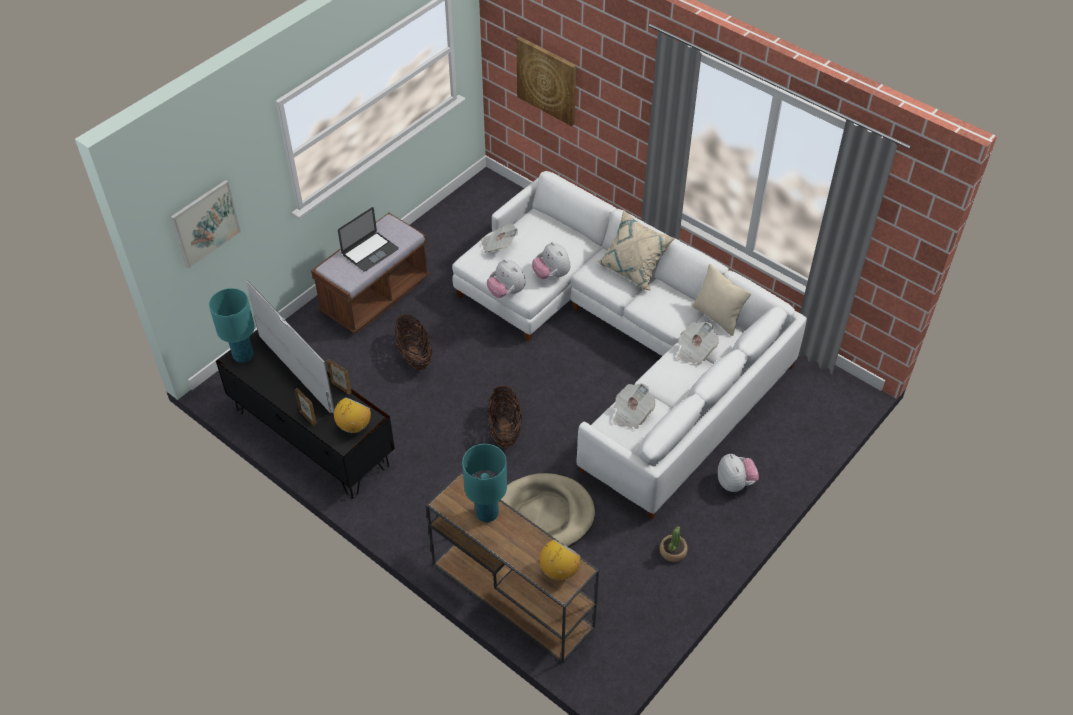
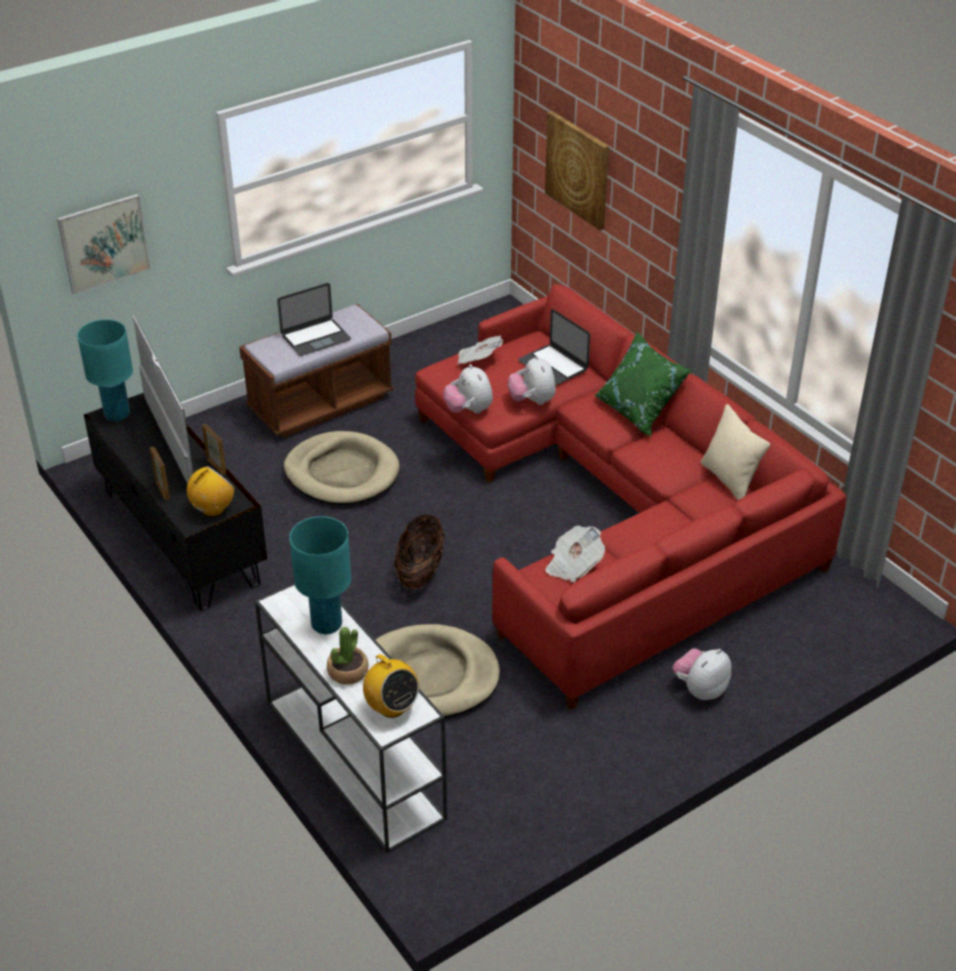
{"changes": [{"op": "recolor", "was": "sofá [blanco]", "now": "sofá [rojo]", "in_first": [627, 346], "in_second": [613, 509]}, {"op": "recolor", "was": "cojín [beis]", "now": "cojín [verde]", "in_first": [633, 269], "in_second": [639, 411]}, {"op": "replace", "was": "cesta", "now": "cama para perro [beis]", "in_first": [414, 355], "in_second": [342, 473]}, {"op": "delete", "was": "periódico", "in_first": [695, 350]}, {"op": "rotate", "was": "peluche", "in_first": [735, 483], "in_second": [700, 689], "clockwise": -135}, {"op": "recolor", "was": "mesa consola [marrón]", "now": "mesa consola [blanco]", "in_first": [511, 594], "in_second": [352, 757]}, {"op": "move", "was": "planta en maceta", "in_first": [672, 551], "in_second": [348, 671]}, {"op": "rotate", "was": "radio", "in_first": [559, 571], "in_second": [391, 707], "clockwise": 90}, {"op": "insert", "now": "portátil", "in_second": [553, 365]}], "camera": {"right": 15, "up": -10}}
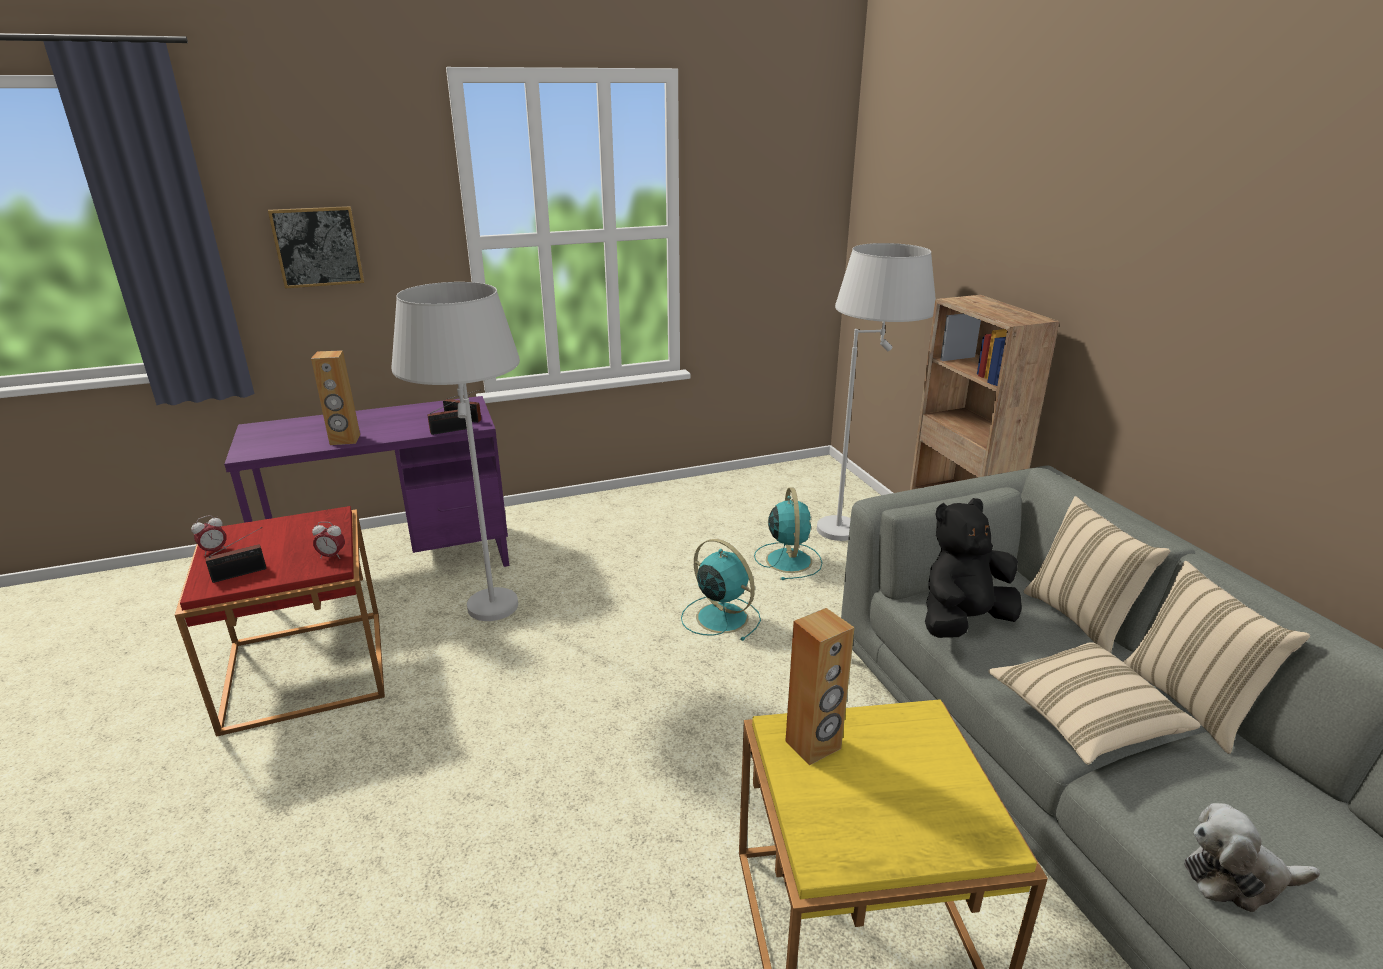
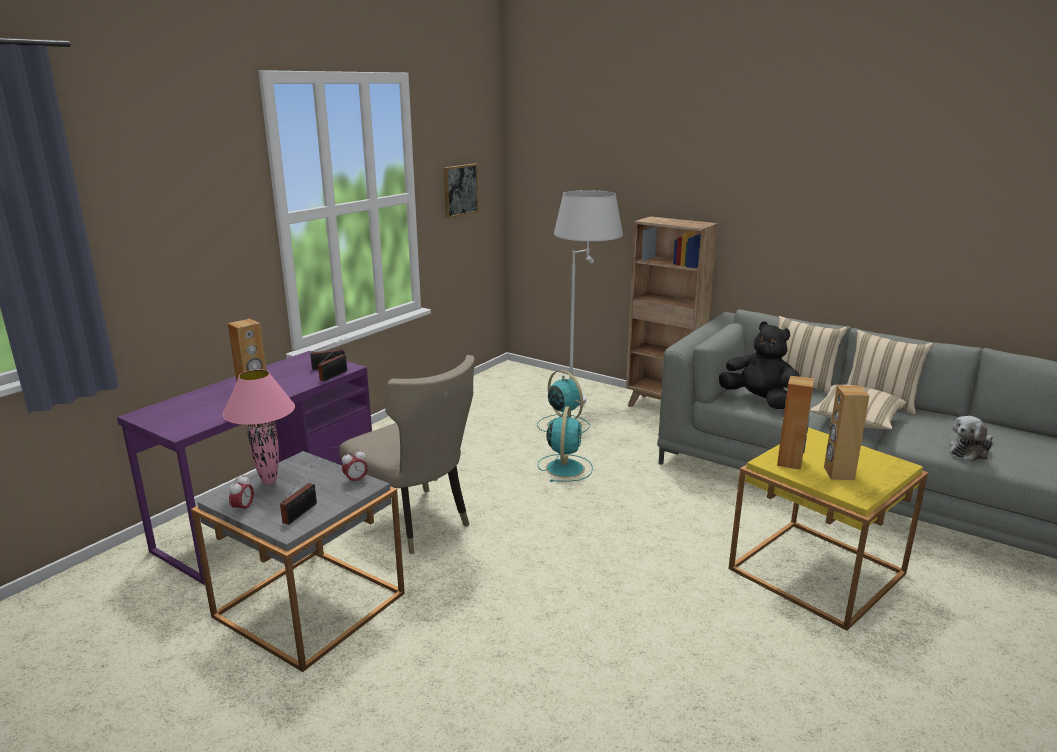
{"changes": [{"op": "move", "was": "cuadro", "in_first": [317, 247], "in_second": [460, 190]}, {"op": "replace", "was": "lámpara de pie [blanco]", "now": "silla [beis]", "in_first": [491, 623], "in_second": [416, 524]}, {"op": "rotate", "was": "peluche [negro]", "in_first": [962, 622], "in_second": [758, 400], "clockwise": 105}, {"op": "recolor", "was": "mesa auxiliar [rojo]", "now": "mesa auxiliar [gris]", "in_first": [305, 669], "in_second": [310, 605]}, {"op": "rotate", "was": "ventilador [turquesa]", "in_first": [720, 617], "in_second": [565, 467], "clockwise": 90}, {"op": "insert", "now": "lámpara de mesa [rosa]", "in_second": [269, 481]}, {"op": "insert", "now": "altavoz [marrón]", "in_second": [838, 473]}], "camera": {"right": -35, "up": -5}}
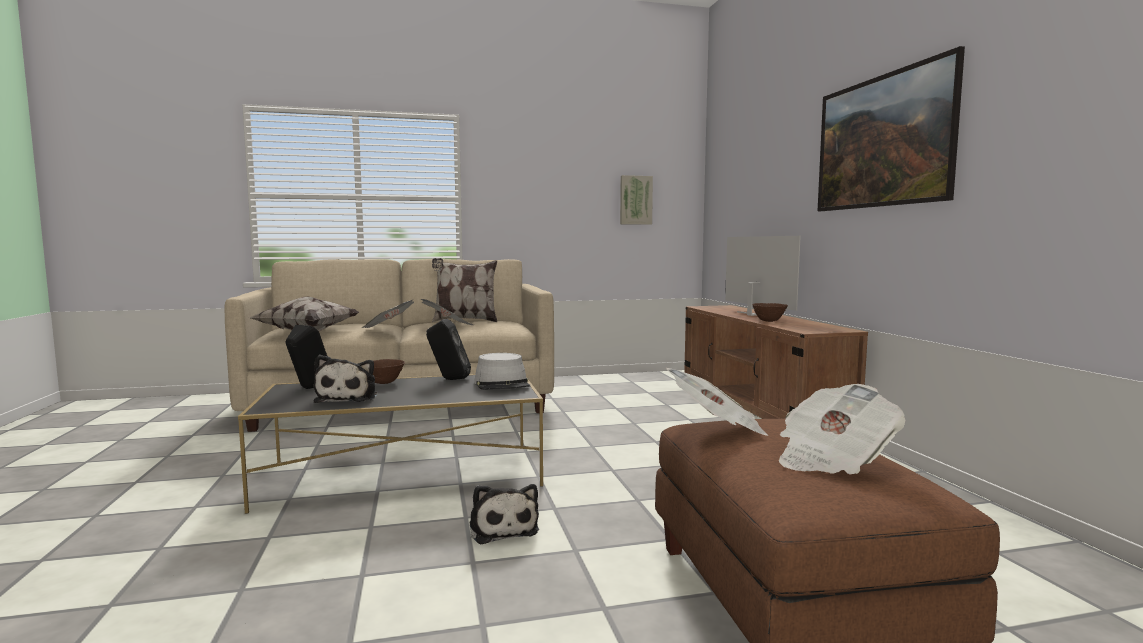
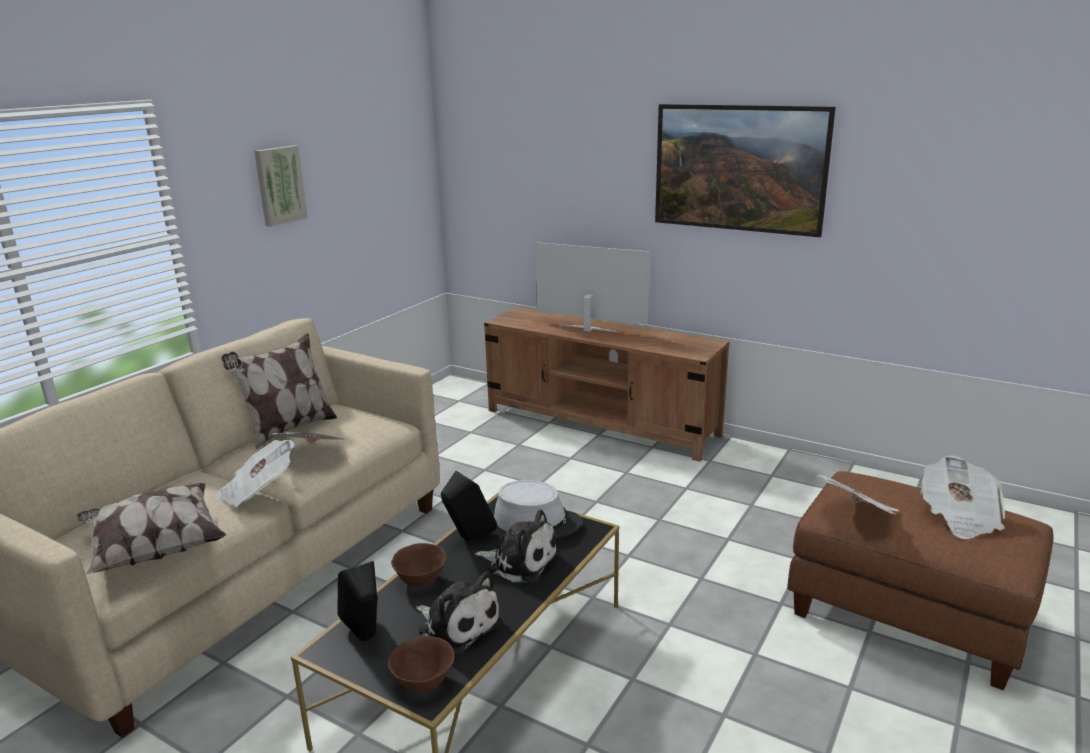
{"changes": [{"op": "move", "was": "cuadro", "in_first": [635, 200], "in_second": [279, 185]}, {"op": "move", "was": "cuenco [marrón]", "in_first": [769, 321], "in_second": [424, 683]}, {"op": "move", "was": "peluche", "in_first": [502, 528], "in_second": [520, 561]}], "camera": {"right": -45, "up": 15}}
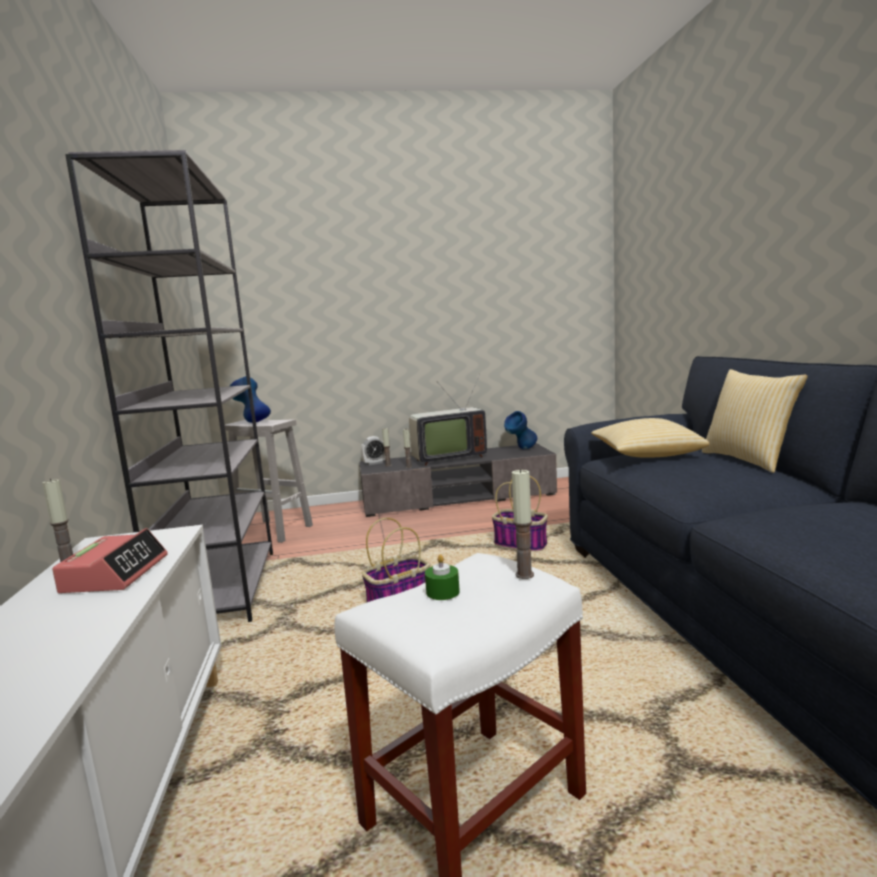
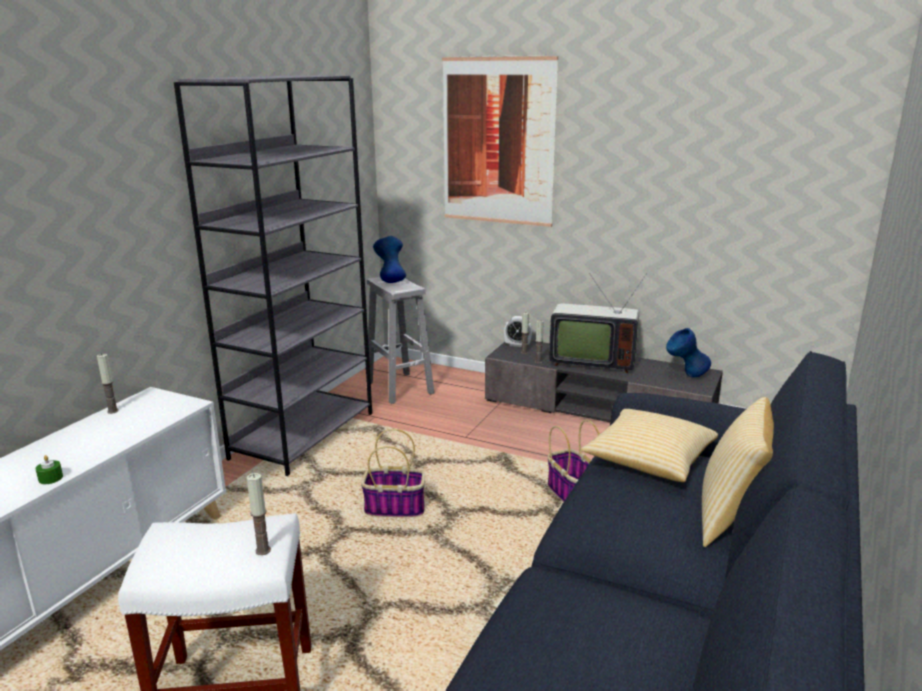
{"changes": [{"op": "delete", "was": "despertador", "in_first": [115, 574]}, {"op": "move", "was": "vela [verde]", "in_first": [442, 592], "in_second": [50, 478]}, {"op": "insert", "now": "cuadro", "in_second": [498, 141]}], "camera": {"right": 35, "up": 10}}
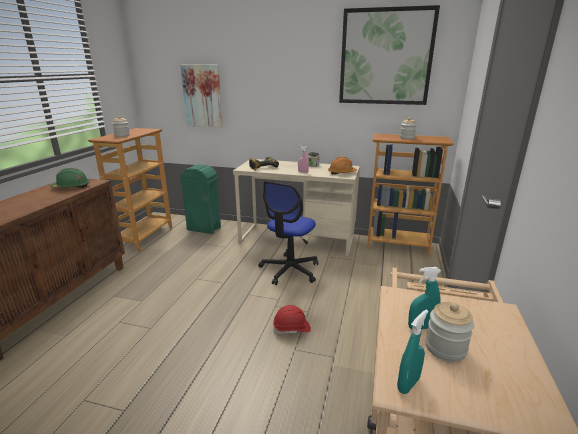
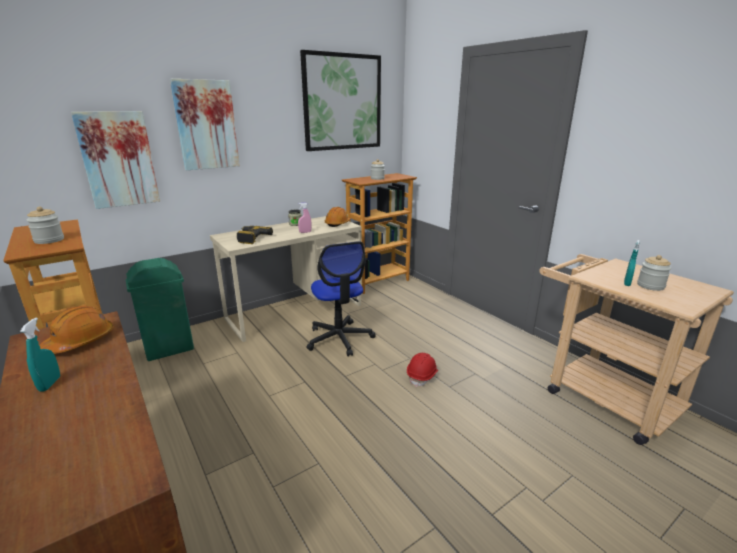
{"changes": [{"op": "recolor", "was": "casco [verde]", "now": "casco [naranja]", "in_first": [72, 187], "in_second": [80, 341]}, {"op": "move", "was": "pulverizador [turquesa]", "in_first": [408, 384], "in_second": [50, 384]}, {"op": "insert", "now": "cuadro", "in_second": [206, 125]}], "camera": {"right": -50, "up": 0}}
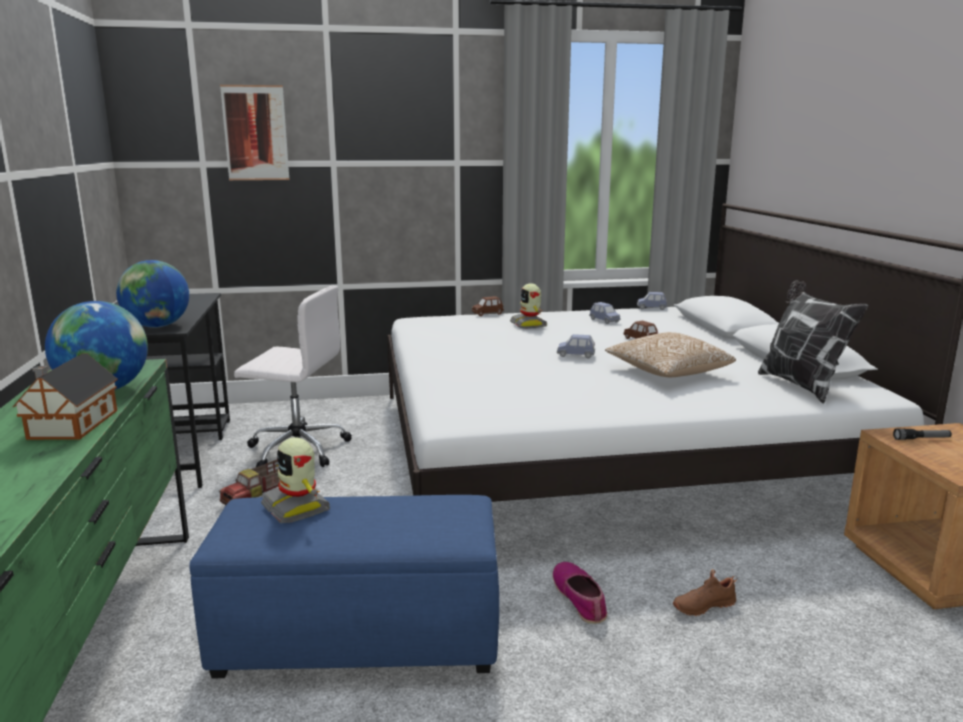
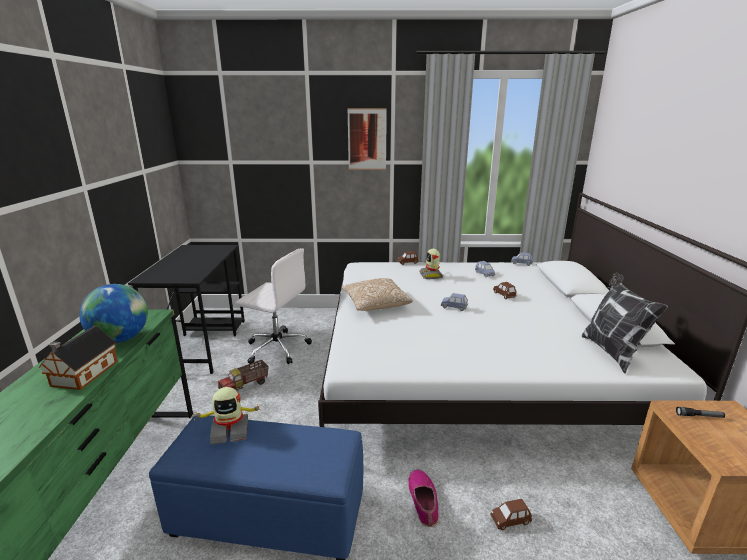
{"changes": [{"op": "move", "was": "cuadro", "in_first": [255, 133], "in_second": [367, 139]}, {"op": "delete", "was": "globo terráqueo", "in_first": [157, 326]}, {"op": "move", "was": "cojín", "in_first": [667, 373], "in_second": [375, 304]}, {"op": "rotate", "was": "robot de juguete", "in_first": [297, 508], "in_second": [230, 430], "clockwise": -75}, {"op": "replace", "was": "zapato [marrón]", "now": "coche de juguete [marrón]", "in_first": [703, 605], "in_second": [510, 520]}], "camera": {"right": 10, "up": 5}}
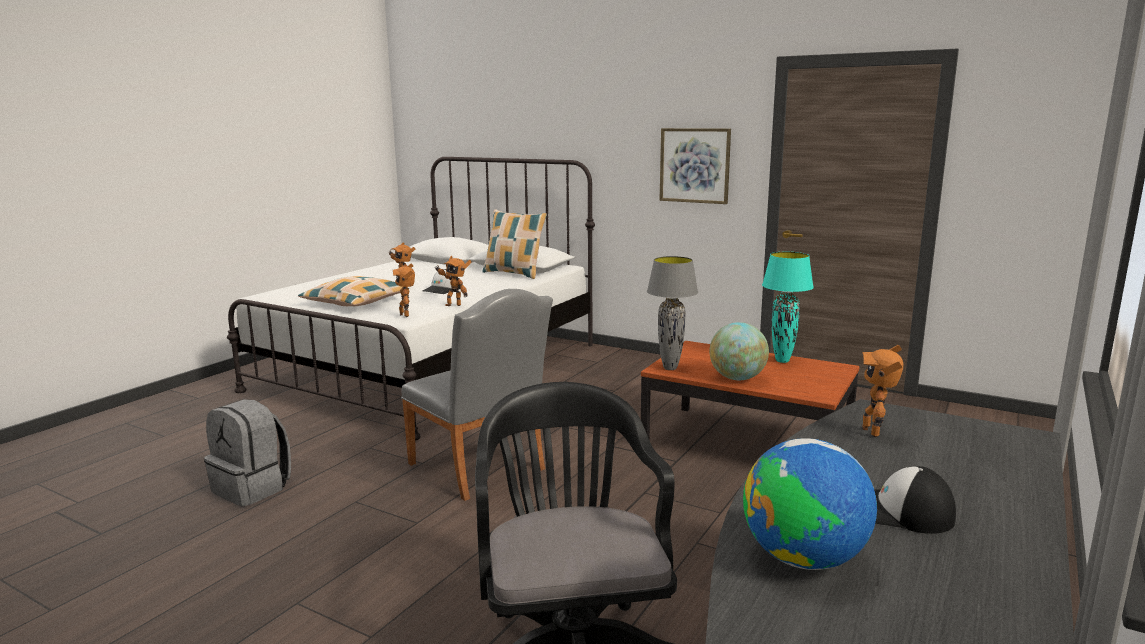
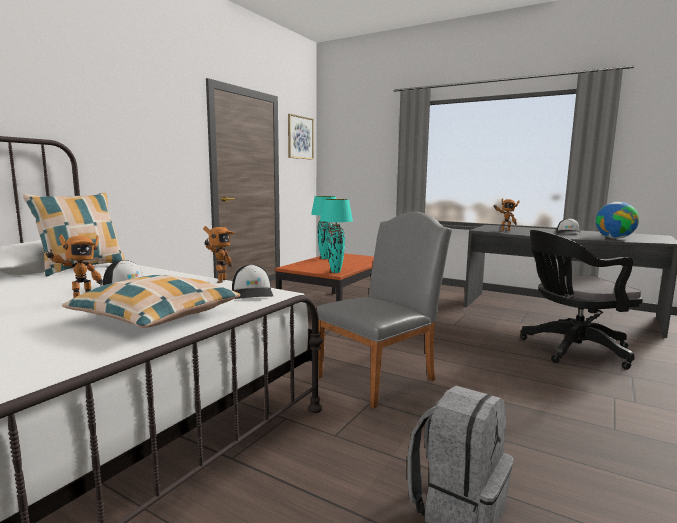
{"changes": [{"op": "move", "was": "cuadro", "in_first": [694, 165], "in_second": [300, 137]}, {"op": "recolor", "was": "lámpara de mesa [gris]", "now": "lámpara de mesa [turquesa]", "in_first": [670, 368], "in_second": [335, 272]}, {"op": "replace", "was": "robot de juguete", "now": "gorra", "in_first": [406, 315], "in_second": [253, 293]}, {"op": "delete", "was": "globo terráqueo", "in_first": [737, 378]}], "camera": {"right": -90, "up": -5}}
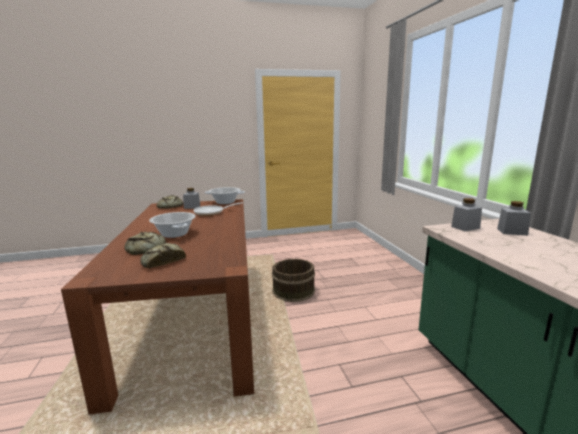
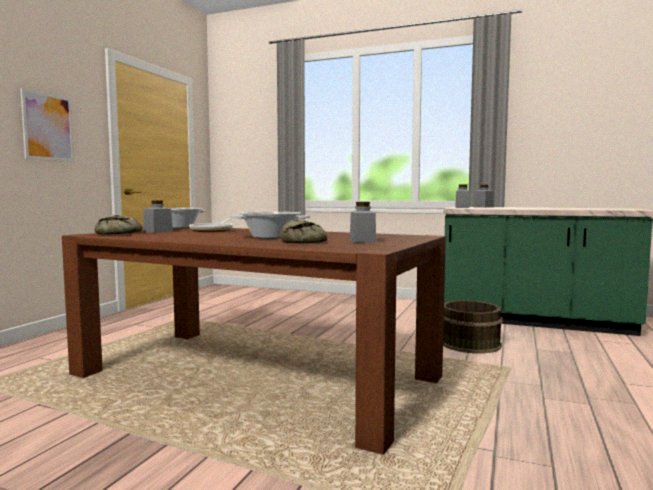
{"changes": [{"op": "replace", "was": "pan", "now": "tarro [gris]", "in_first": [162, 261], "in_second": [362, 241]}, {"op": "move", "was": "cubo [marrón]", "in_first": [293, 291], "in_second": [469, 343]}, {"op": "insert", "now": "cuadro", "in_second": [48, 127]}], "camera": {"right": -55, "up": -10}}
